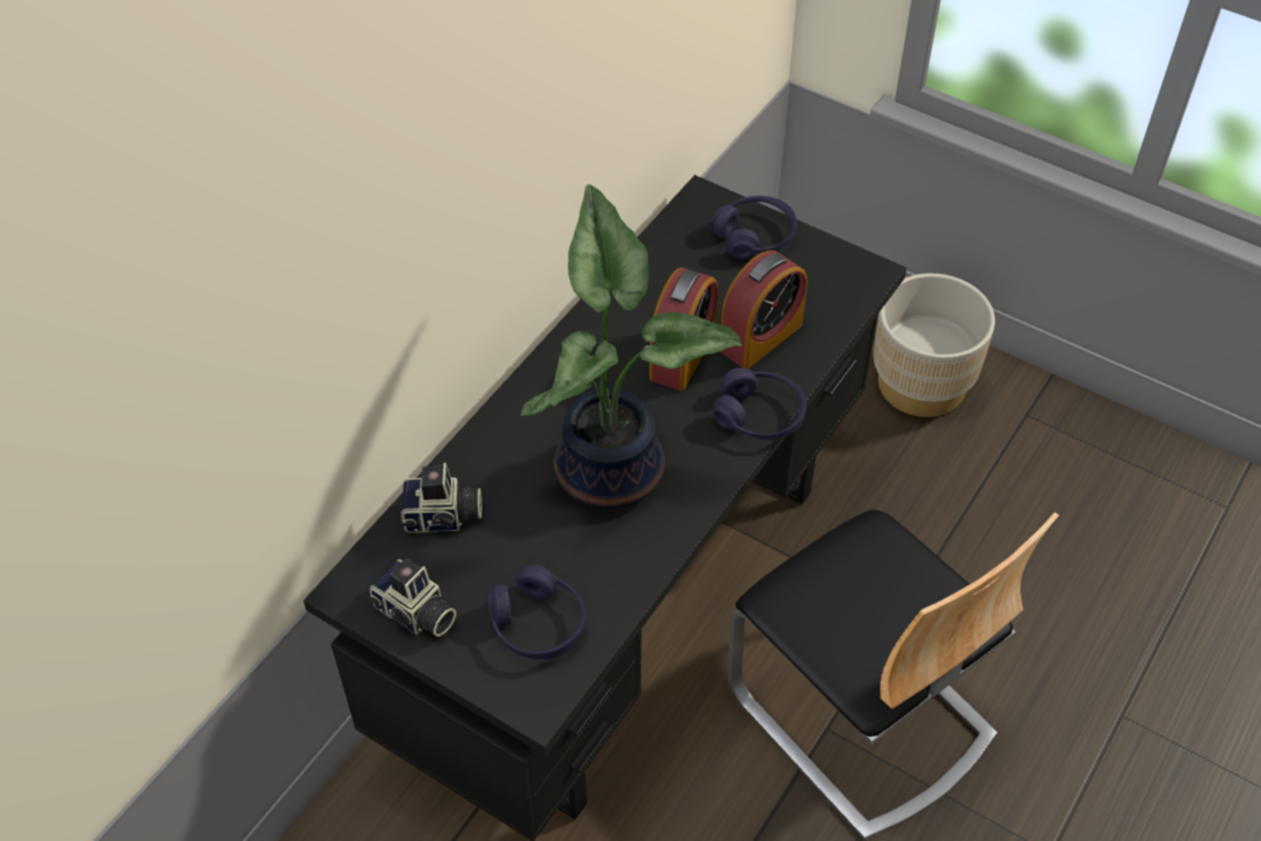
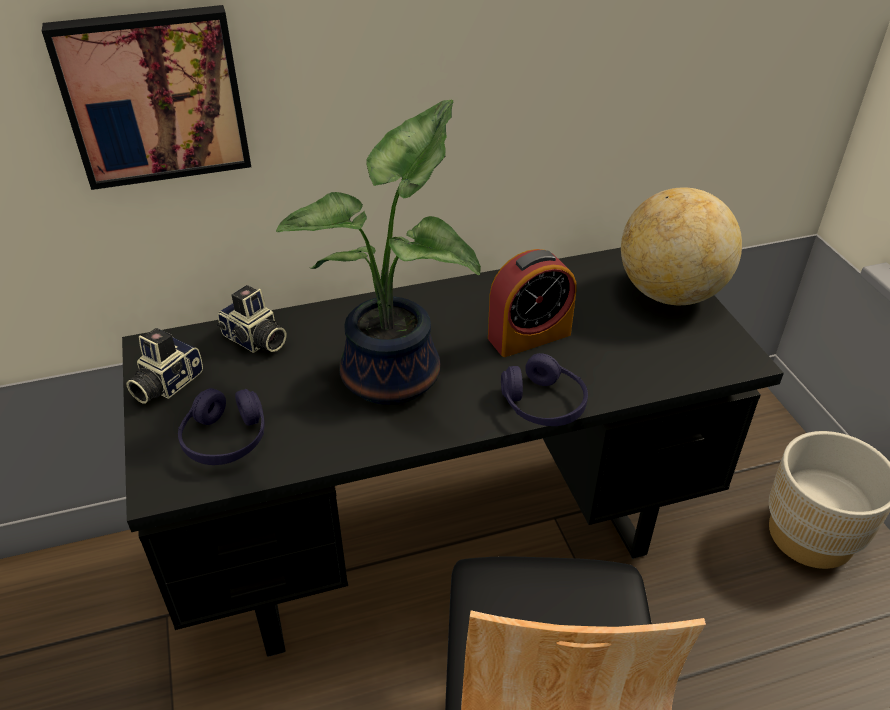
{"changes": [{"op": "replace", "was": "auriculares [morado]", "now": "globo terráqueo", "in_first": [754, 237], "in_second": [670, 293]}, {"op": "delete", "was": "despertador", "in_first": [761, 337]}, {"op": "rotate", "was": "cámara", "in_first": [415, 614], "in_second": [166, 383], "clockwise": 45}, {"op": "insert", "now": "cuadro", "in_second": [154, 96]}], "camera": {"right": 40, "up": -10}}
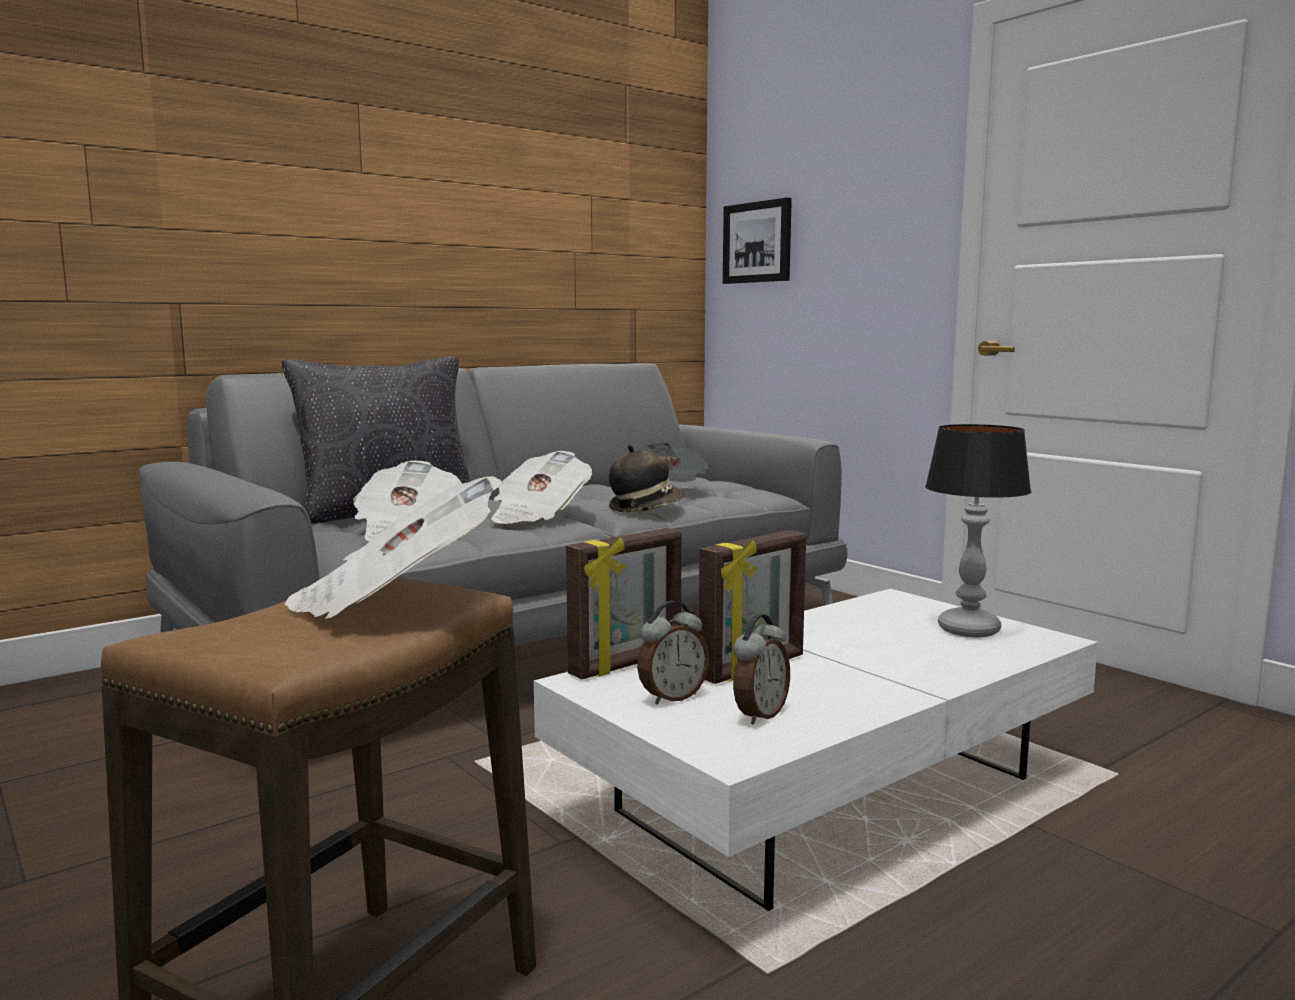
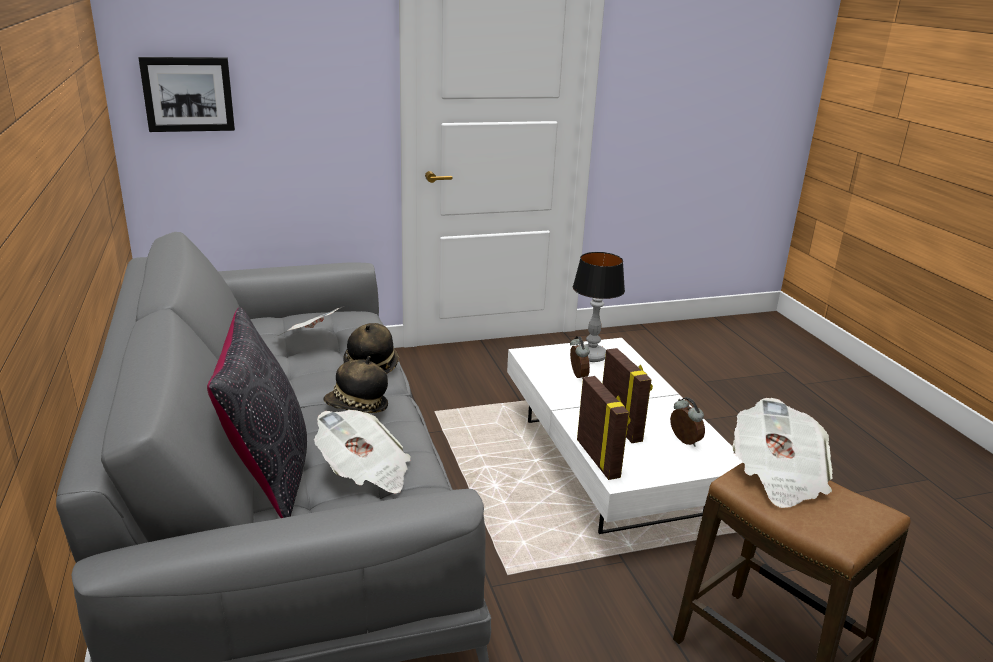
{"changes": [{"op": "replace", "was": "periódico", "now": "sombrero", "in_first": [538, 515], "in_second": [357, 407]}, {"op": "move", "was": "despertador", "in_first": [672, 697], "in_second": [577, 376]}], "camera": {"right": -70, "up": 15}}
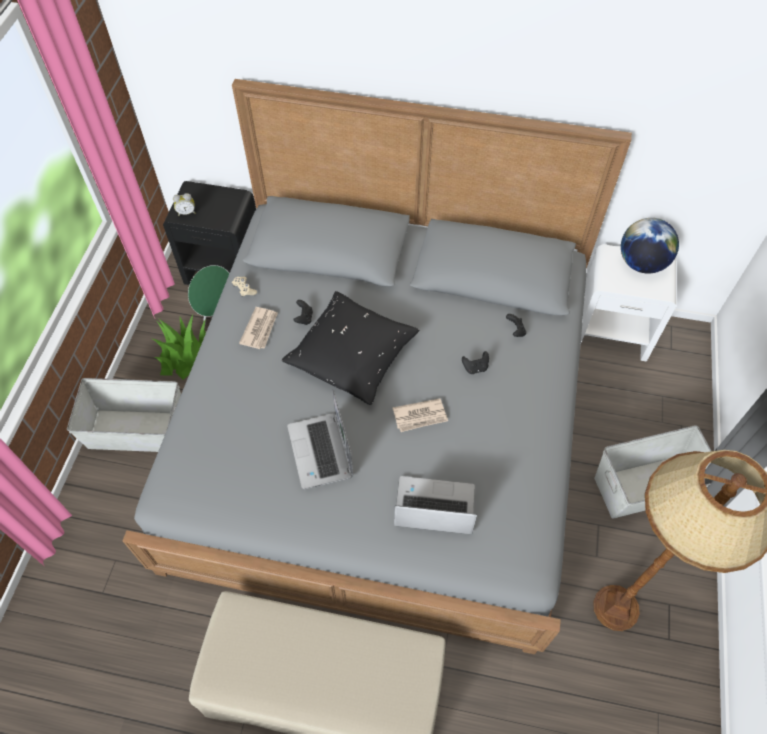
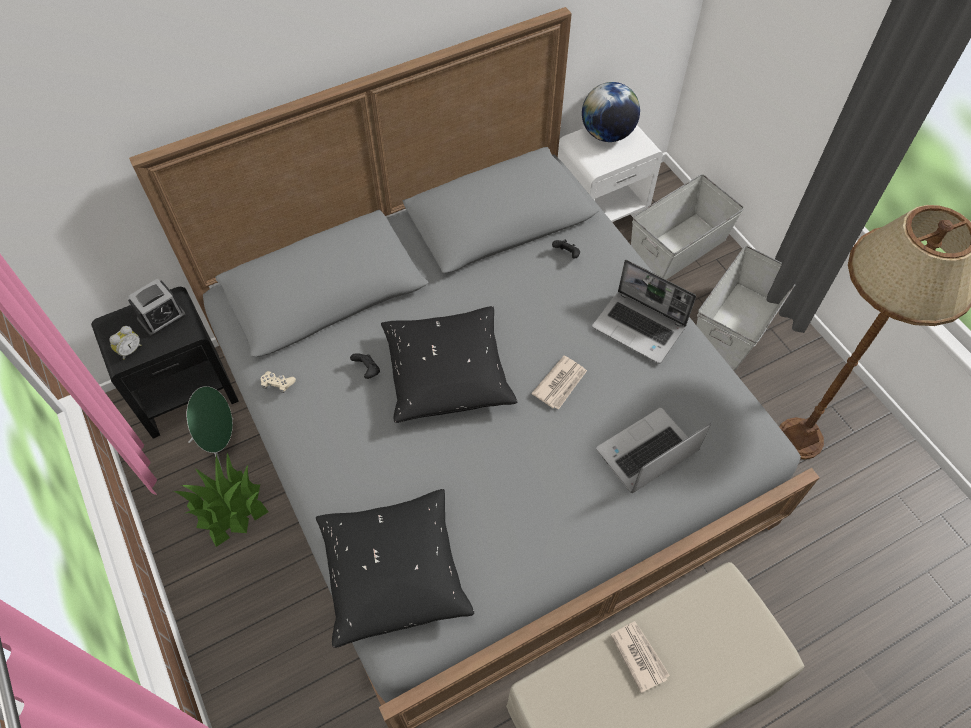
{"changes": [{"op": "move", "was": "periódico", "in_first": [260, 329], "in_second": [639, 655]}, {"op": "delete", "was": "mando de consola [negro]", "in_first": [475, 368]}, {"op": "move", "was": "caja de almacenaje [gris]", "in_first": [137, 430], "in_second": [677, 247]}, {"op": "move", "was": "portátil", "in_first": [321, 452], "in_second": [640, 327]}, {"op": "insert", "now": "despertador", "in_second": [162, 317]}, {"op": "insert", "now": "cojín [negro]", "in_second": [394, 571]}], "camera": {"right": -40, "up": 0}}
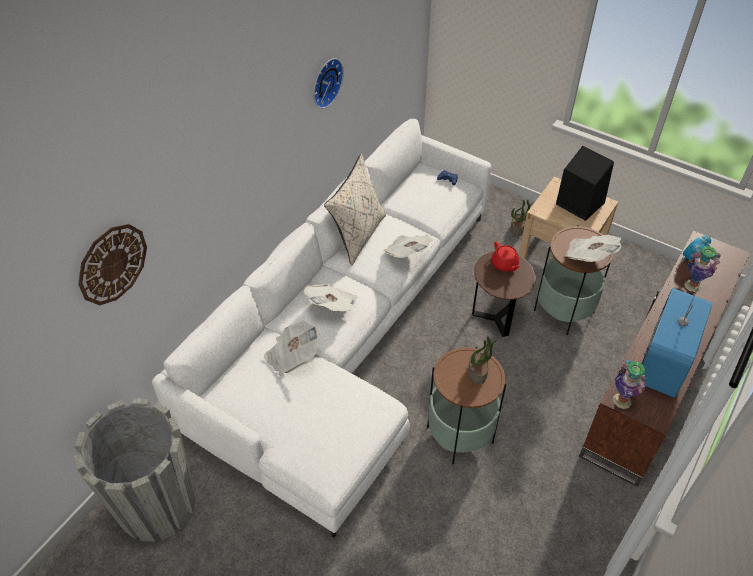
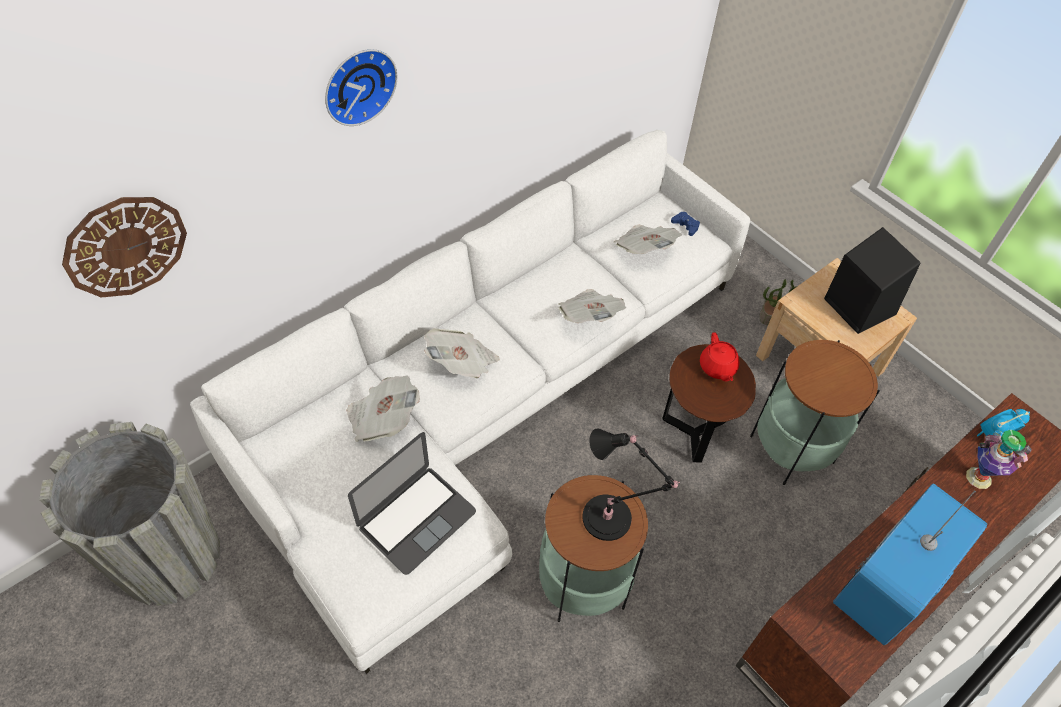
{"changes": [{"op": "move", "was": "reloj de pared", "in_first": [325, 82], "in_second": [358, 84]}, {"op": "delete", "was": "cojín [beis]", "in_first": [357, 235]}, {"op": "move", "was": "periódico", "in_first": [589, 256], "in_second": [644, 249]}, {"op": "replace", "was": "planta en maceta", "now": "lámpara de mesa [negro]", "in_first": [478, 372], "in_second": [611, 519]}, {"op": "delete", "was": "florero", "in_first": [621, 401]}, {"op": "insert", "now": "portátil", "in_second": [416, 519]}], "camera": {"right": 15, "up": 5}}
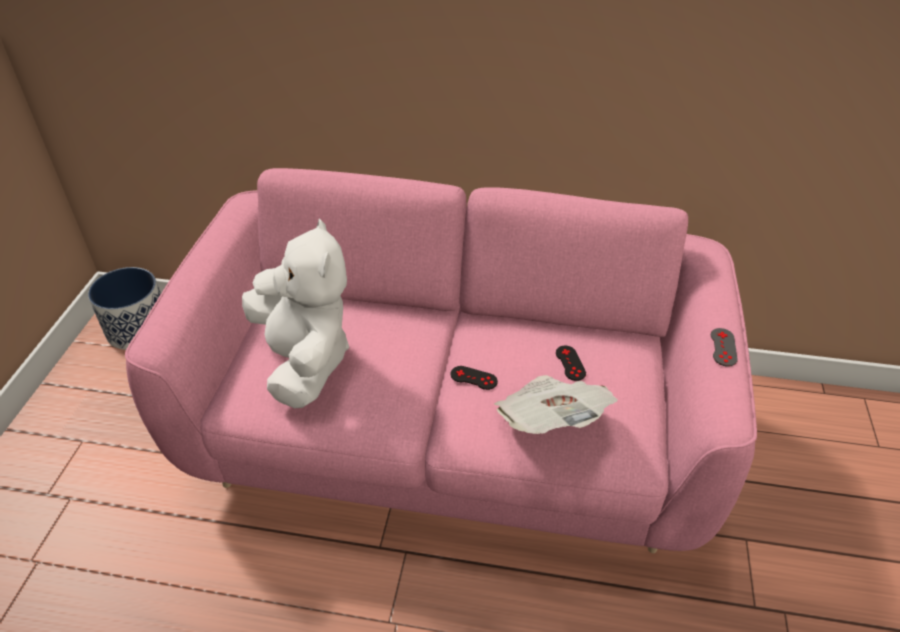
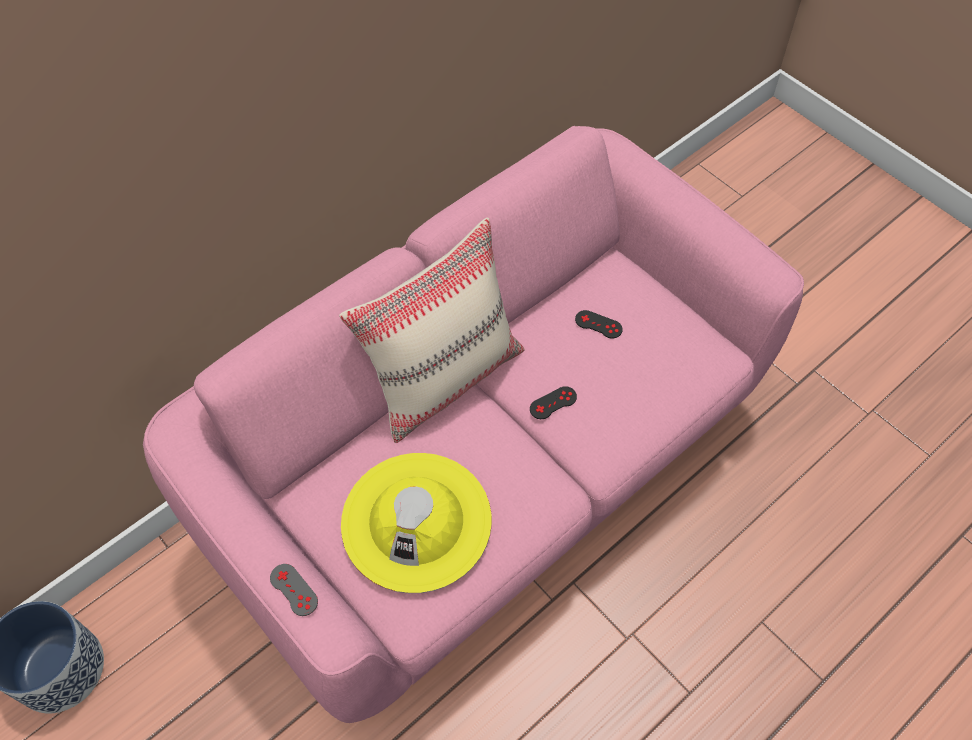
{"changes": [{"op": "replace", "was": "peluche [blanco]", "now": "sombrero [amarillo]", "in_first": [304, 361], "in_second": [416, 521]}, {"op": "move", "was": "mando de consola [gris]", "in_first": [723, 347], "in_second": [294, 589]}, {"op": "delete", "was": "periódico", "in_first": [550, 421]}, {"op": "insert", "now": "cojín [beis]", "in_second": [445, 377]}], "camera": {"right": -50, "up": 15}}
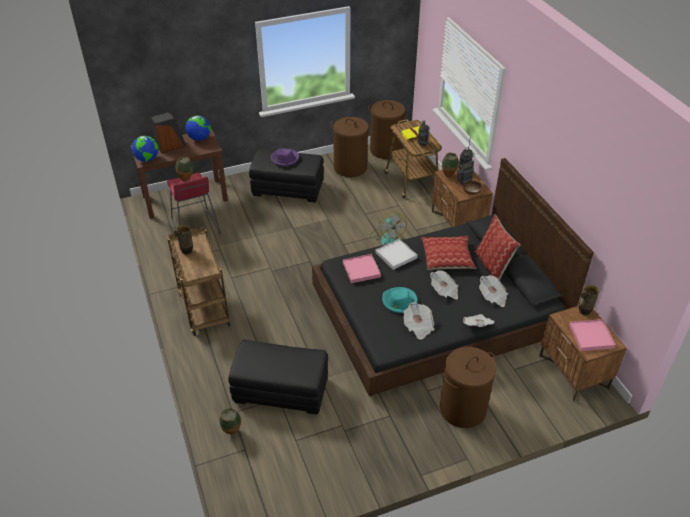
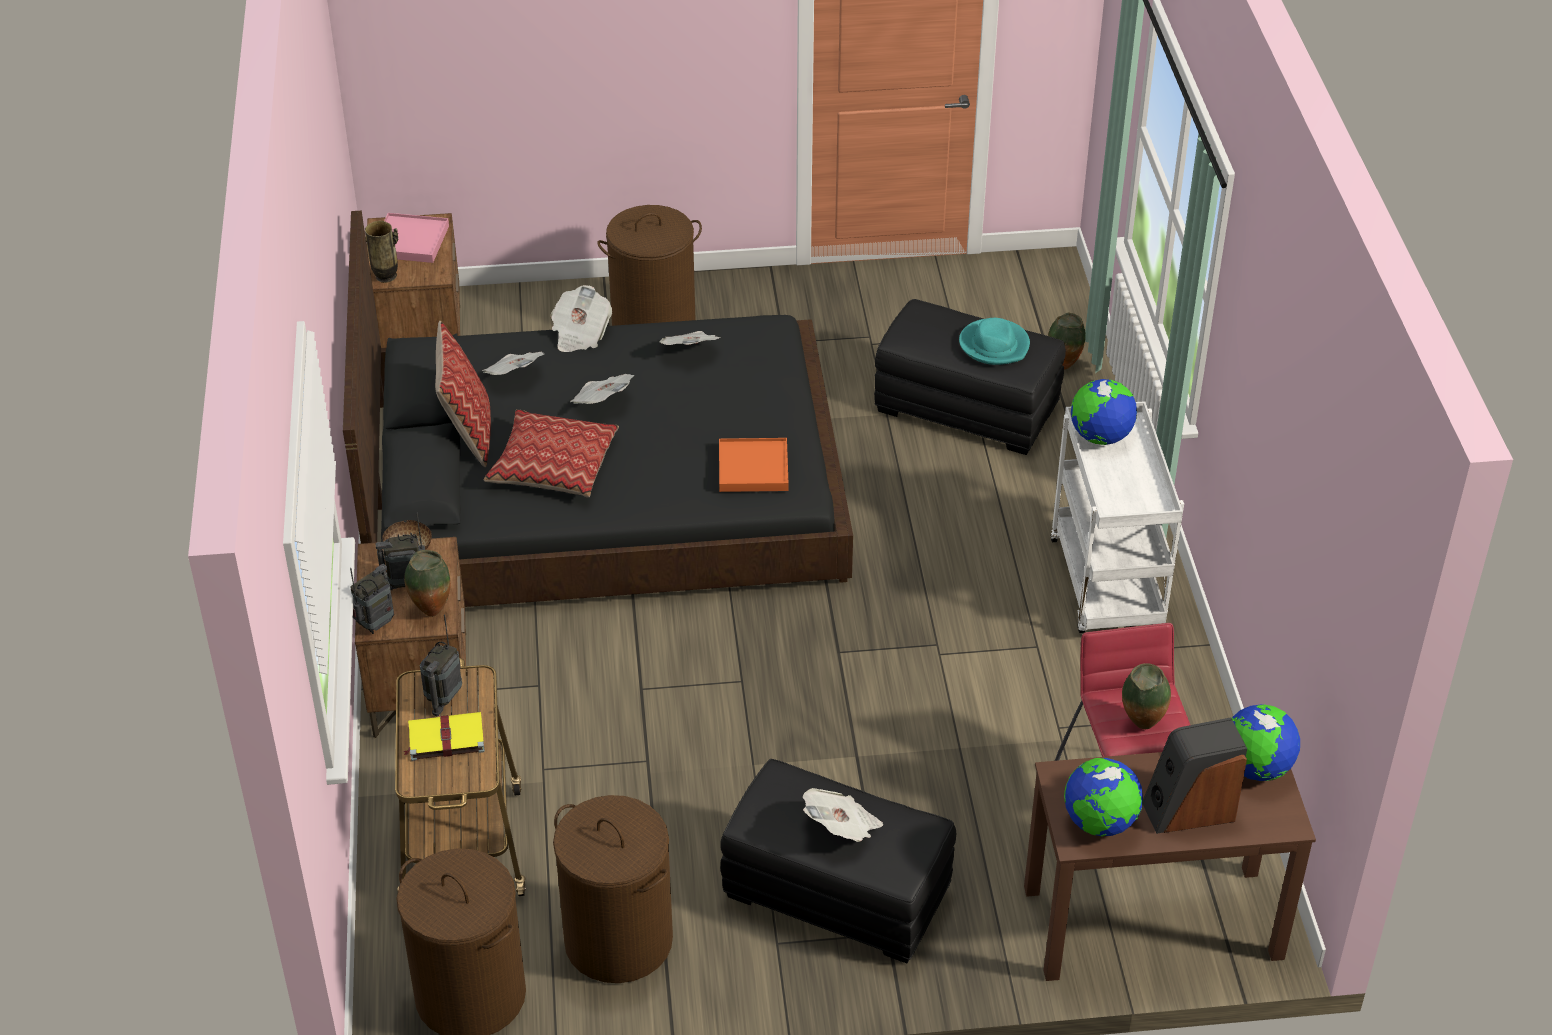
{"changes": [{"op": "replace", "was": "sombrero [morado]", "now": "periódico", "in_first": [284, 159], "in_second": [842, 828]}, {"op": "delete", "was": "ventilador", "in_first": [386, 237]}, {"op": "delete", "was": "florero", "in_first": [187, 251]}, {"op": "recolor", "was": "carrito [marrón]", "now": "carrito [blanco]", "in_first": [203, 308], "in_second": [1108, 586]}, {"op": "delete", "was": "bandeja [blanco]", "in_first": [396, 255]}, {"op": "recolor", "was": "bandeja [rosa]", "now": "bandeja [naranja]", "in_first": [361, 270], "in_second": [753, 468]}, {"op": "move", "was": "sombrero [turquesa]", "in_first": [399, 301], "in_second": [994, 345]}, {"op": "insert", "now": "globo terráqueo", "in_second": [1100, 437]}], "camera": {"right": -165, "up": 0}}
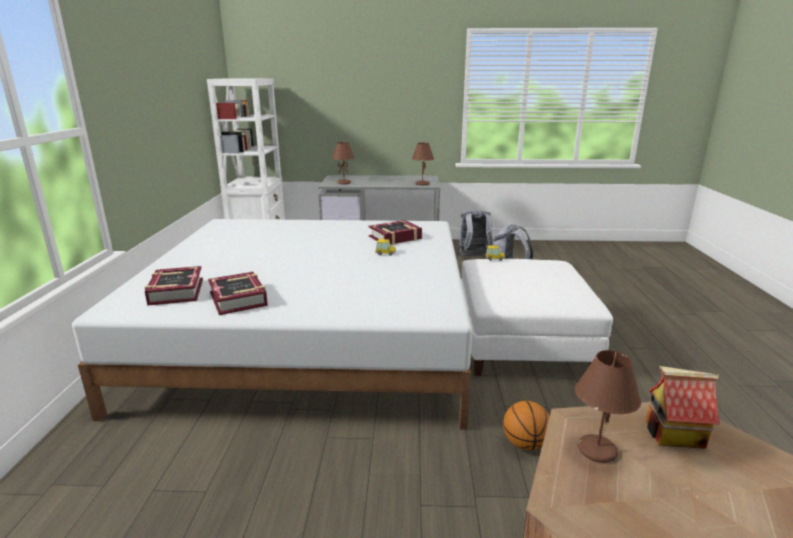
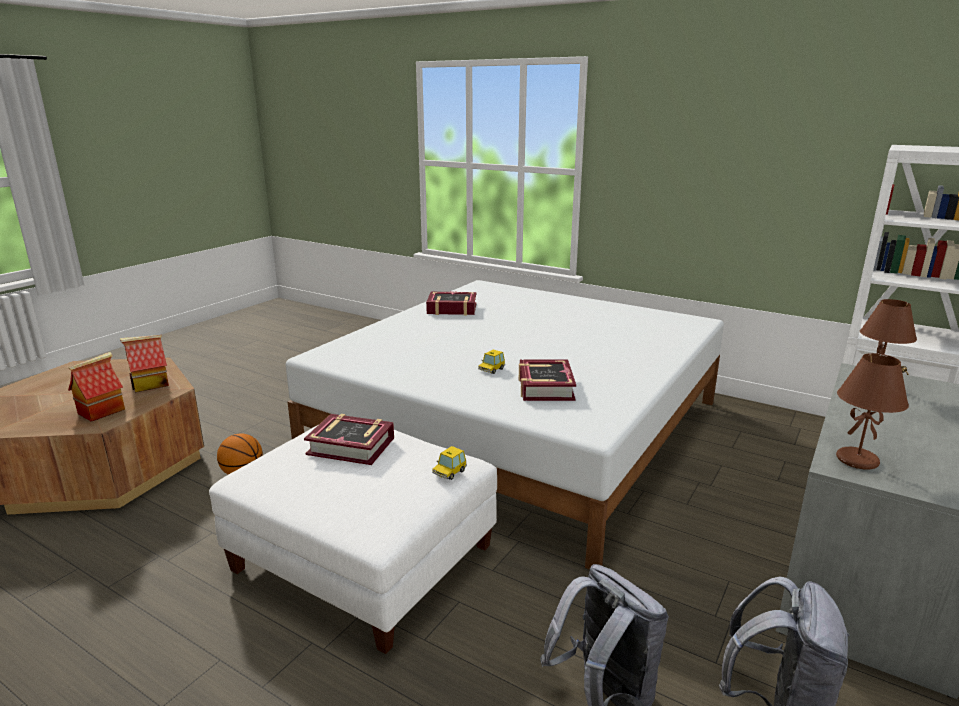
{"changes": [{"op": "move", "was": "libro", "in_first": [176, 291], "in_second": [351, 446]}, {"op": "replace", "was": "lámpara de mesa [marrón]", "now": "casita", "in_first": [596, 449], "in_second": [150, 384]}], "camera": {"right": 120, "up": 0}}
